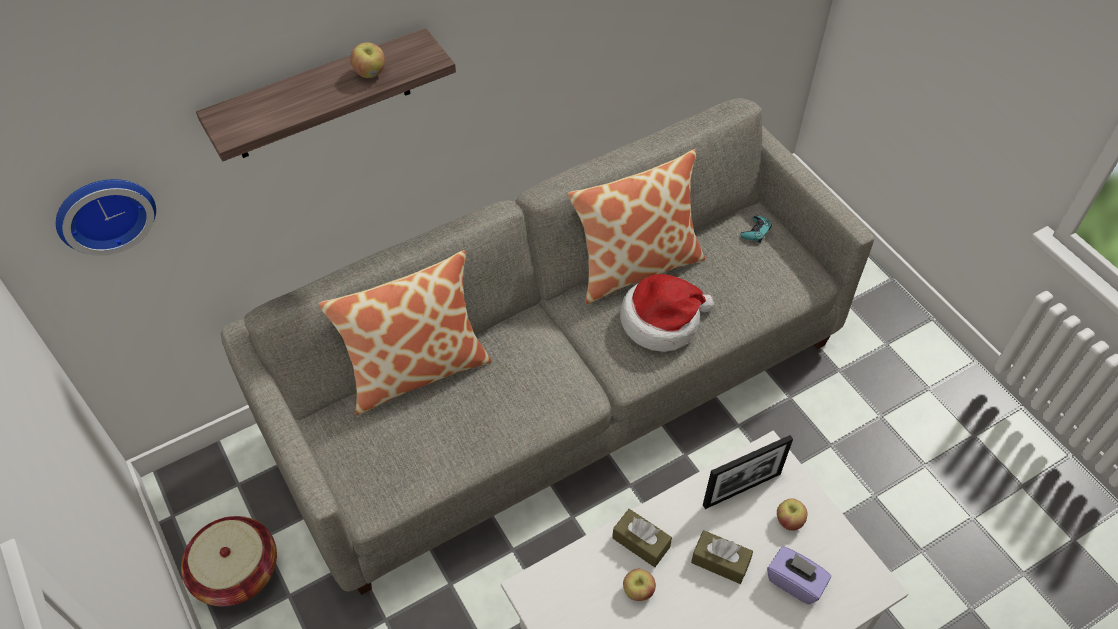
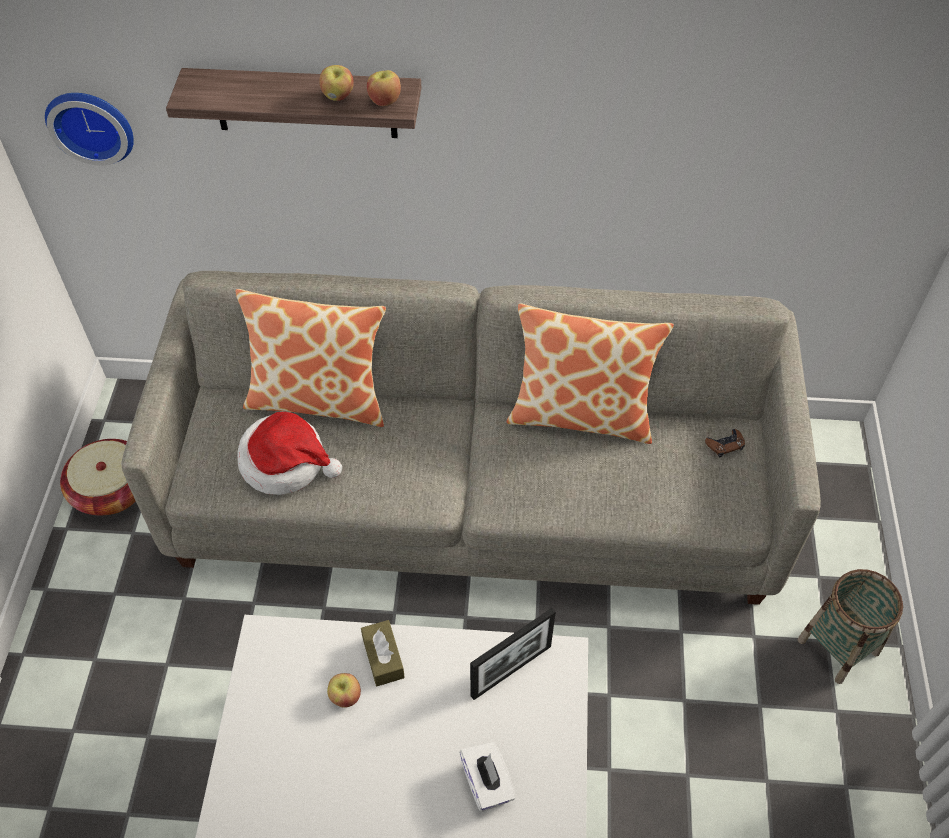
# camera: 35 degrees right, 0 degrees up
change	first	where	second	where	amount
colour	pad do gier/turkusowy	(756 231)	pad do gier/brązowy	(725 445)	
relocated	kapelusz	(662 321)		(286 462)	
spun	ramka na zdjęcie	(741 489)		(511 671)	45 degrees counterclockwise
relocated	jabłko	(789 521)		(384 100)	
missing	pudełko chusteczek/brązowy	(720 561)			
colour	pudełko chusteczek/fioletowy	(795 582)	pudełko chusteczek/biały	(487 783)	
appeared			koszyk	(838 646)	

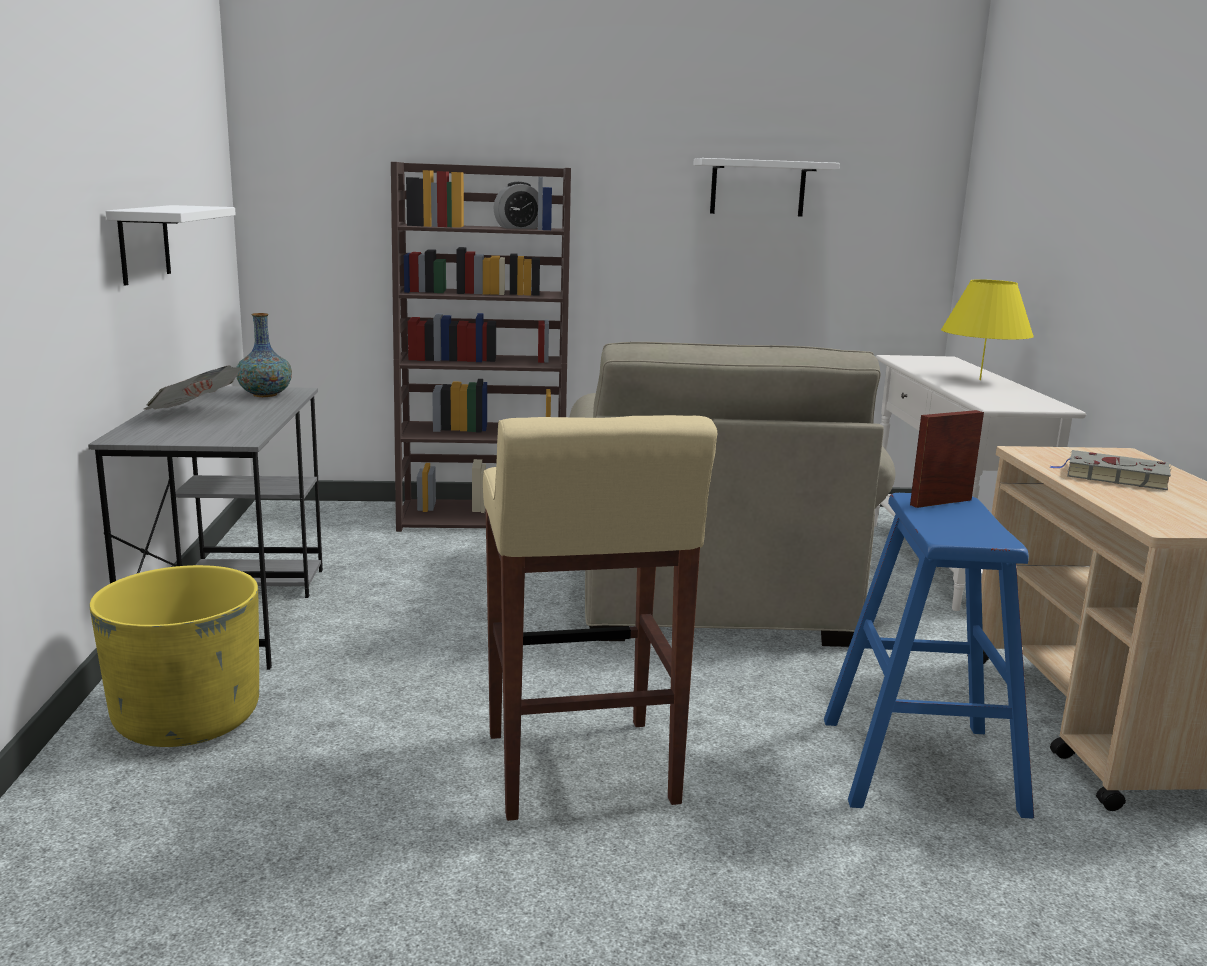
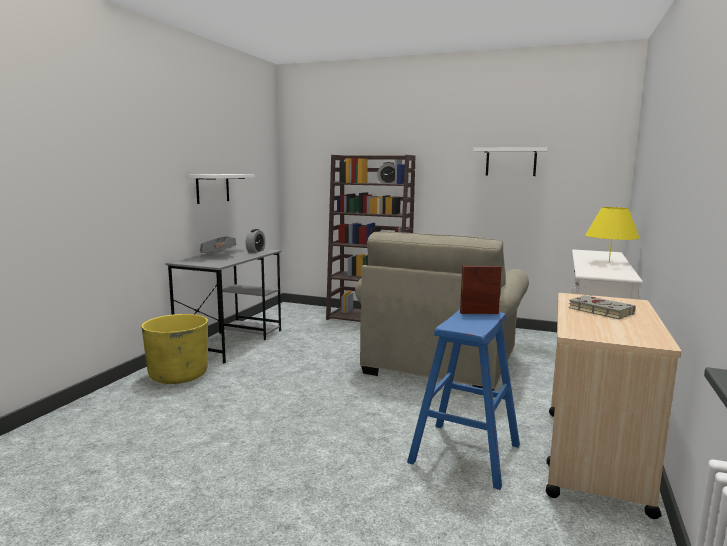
# camera: 25 degrees right, 5 degrees down
change	first	where	second	where	amount
exchanged	wazon	(265 395)	budzik	(255 251)	
missing	stołek/beżowy	(580 770)			

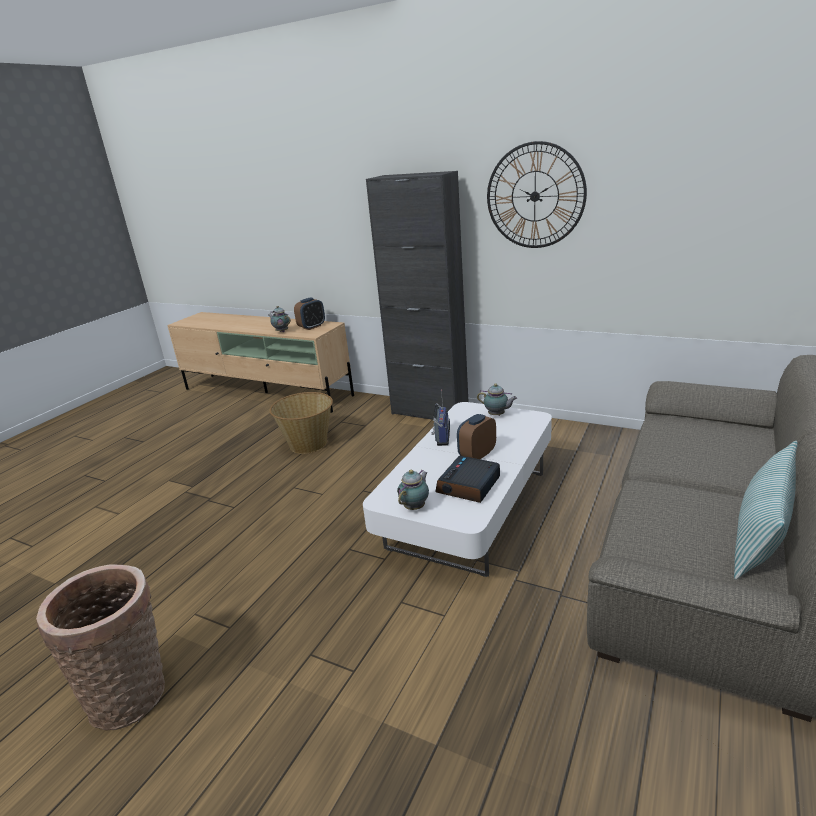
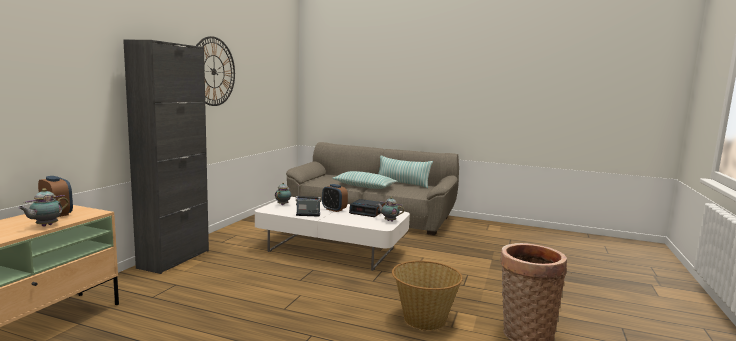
# camera: 100 degrees left, 15 degrees down
change	first	where	second	where	amount
relocated	koszyk	(308 444)		(423 319)	
appeared			poduszka	(364 186)	

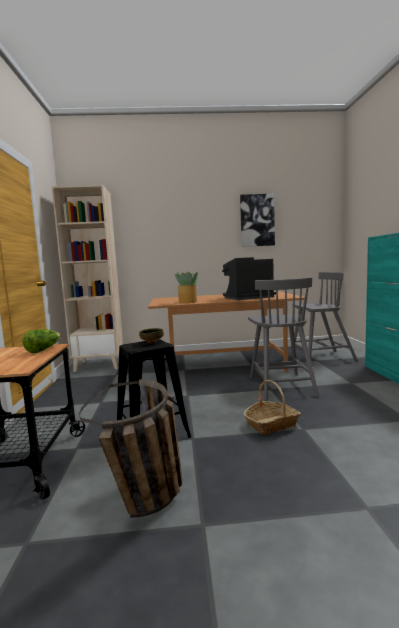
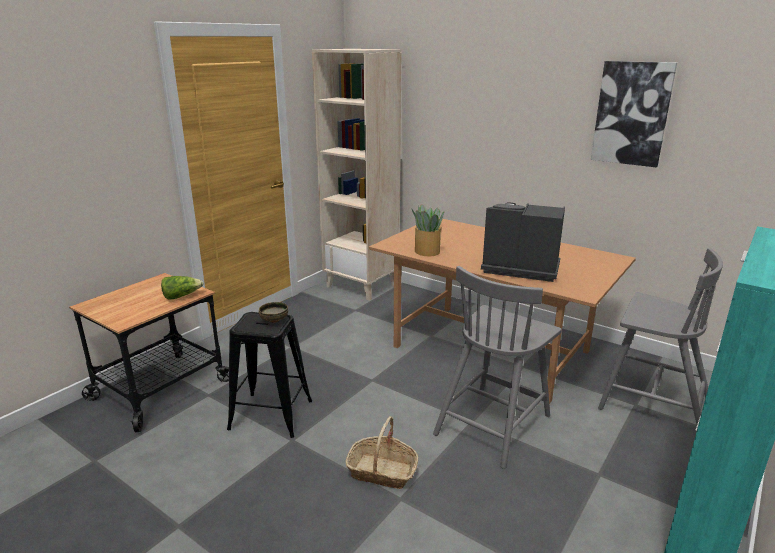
# camera: 40 degrees right, 15 degrees up
change	first	where	second	where	amount
missing	koszyk	(149 503)			

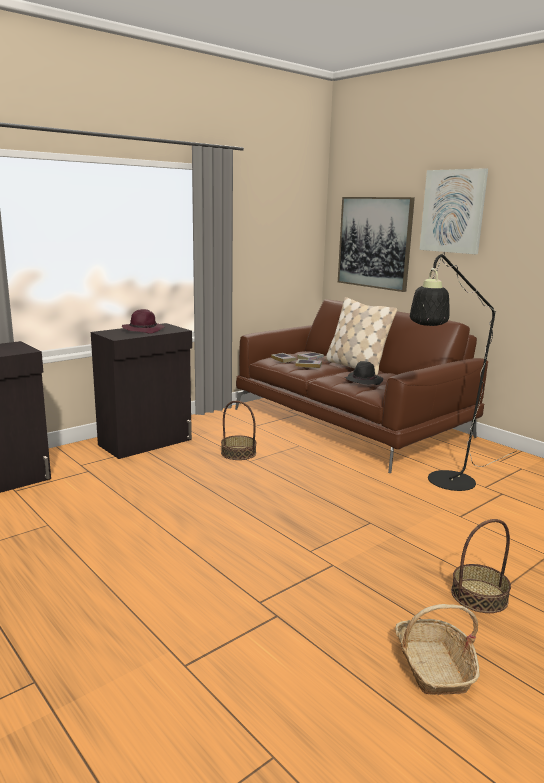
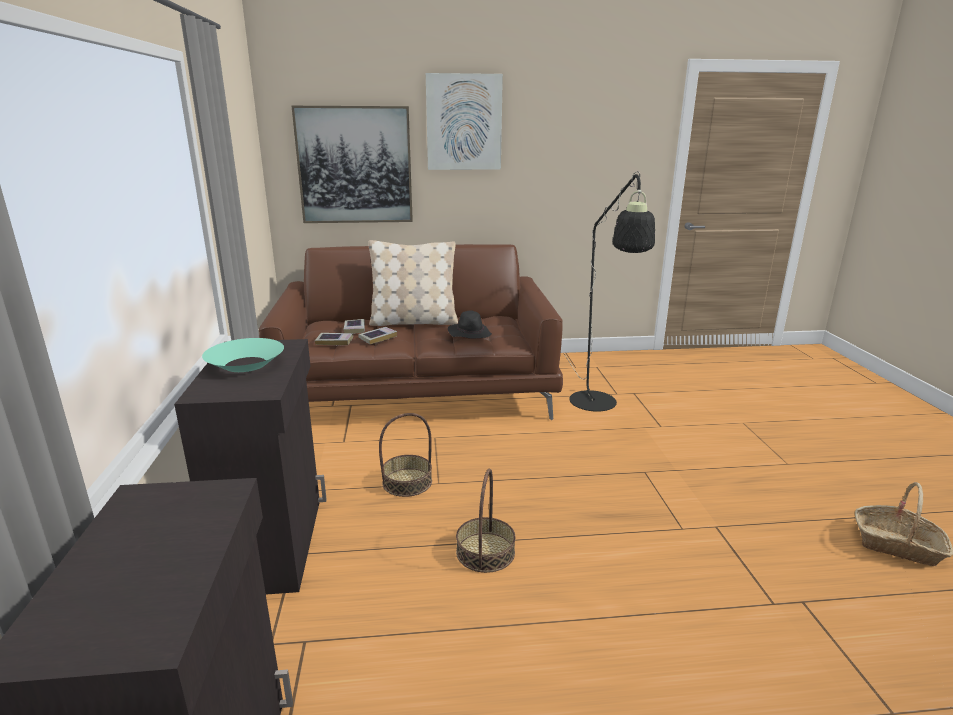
# camera: 55 degrees left, 5 degrees up
change	first	where	second	where	amount
exchanged	kapelusz/fioletowy	(144 330)	miska/turkusowy	(245 364)	
relocated	koszyk	(479 595)		(485 552)	

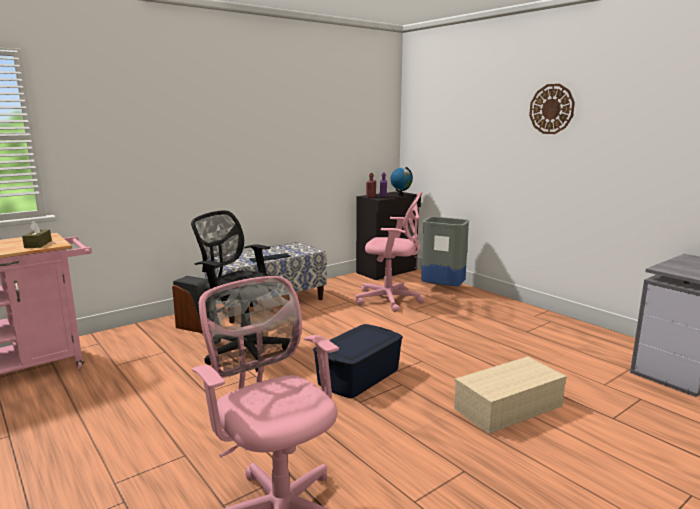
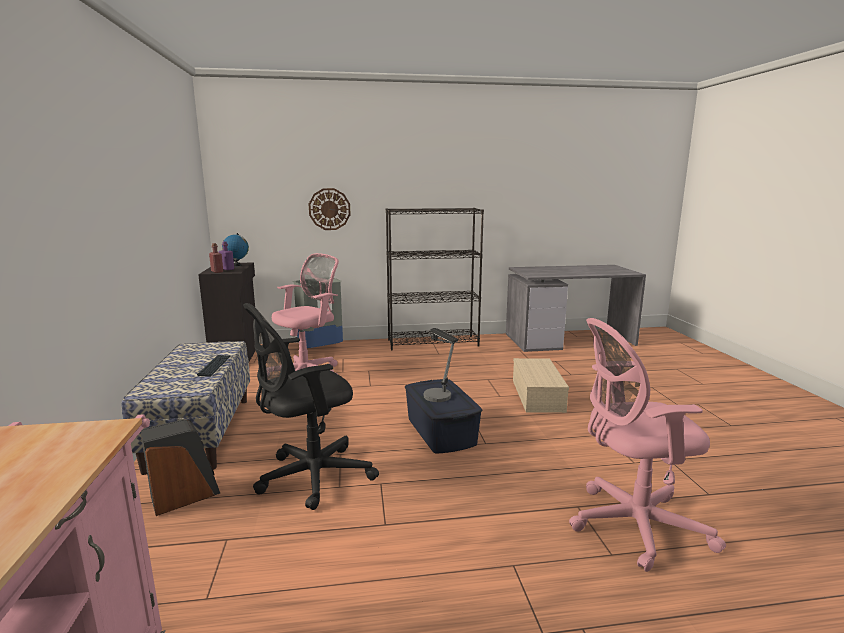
# camera: 60 degrees left, 0 degrees up
change	first	where	second	where	amount
relocated	zegar ścienny	(551 109)		(329 209)	
missing	pudełko chusteczek/brązowy	(38 244)			
appeared			regał/czarny	(433 343)	
appeared			lampa stołowa	(440 399)	

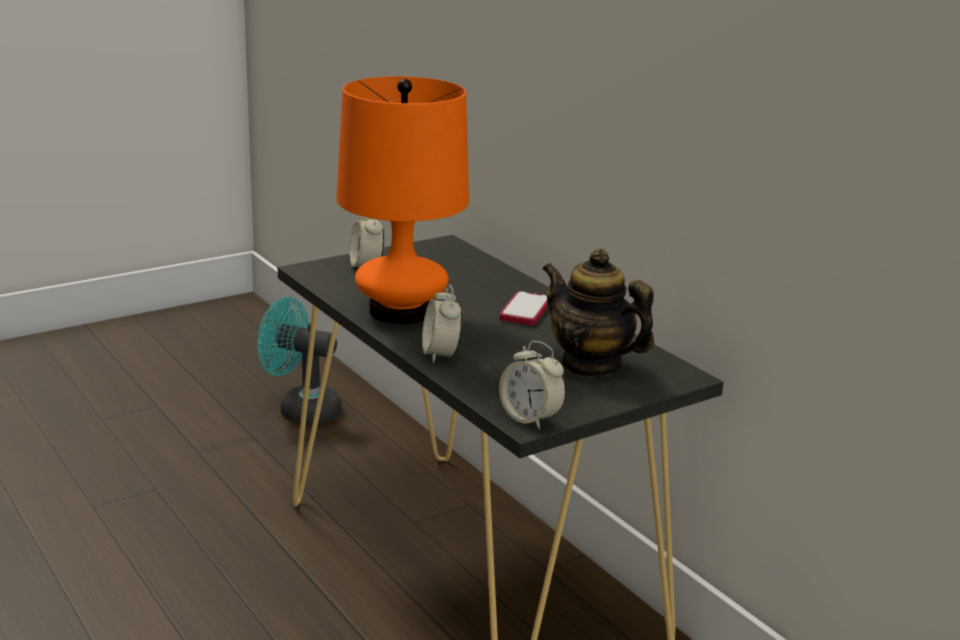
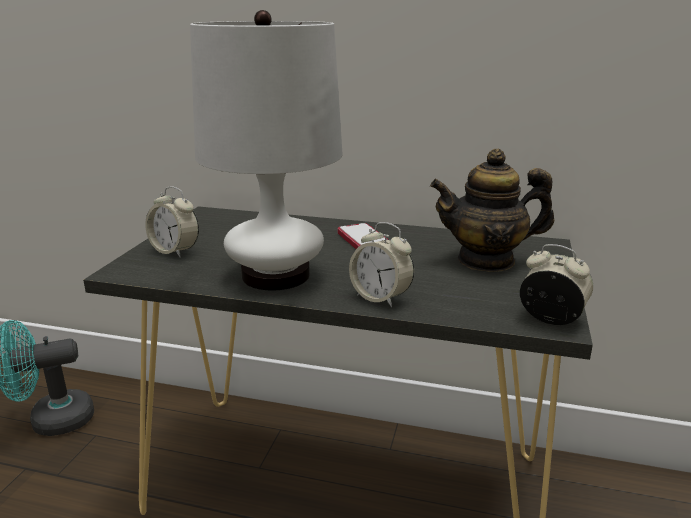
# camera: 40 degrees left, 0 degrees up
change	first	where	second	where	amount
colour	lampa stołowa/pomarańczowy	(401 311)	lampa stołowa/biały	(275 275)	
spun	budzik	(530 419)		(551 319)	150 degrees counterclockwise

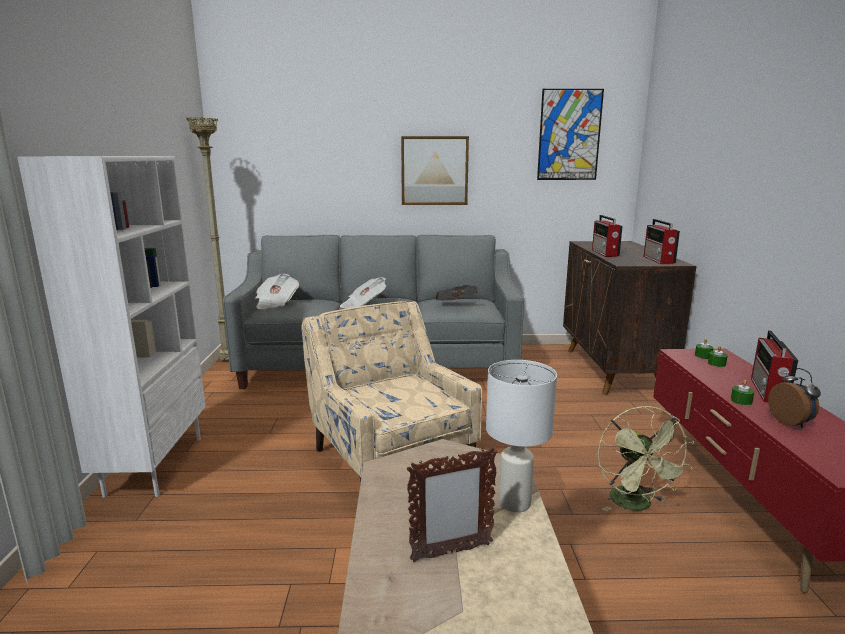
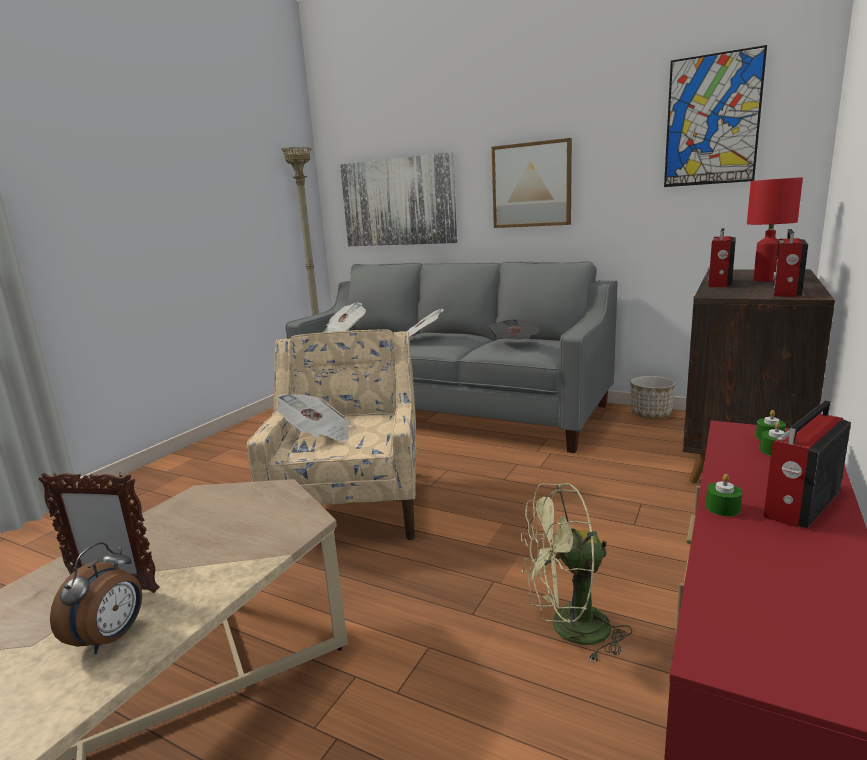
# camera: 30 degrees right, 0 degrees up
change	first	where	second	where	amount
missing	regał/biały	(154 464)			
missing	lampa stołowa/biały	(515 502)			
relocated	budzik	(791 423)		(111 638)	
spun	wentylator/zielony	(636 505)		(568 629)	60 degrees clockwise
appeared			obraz	(398 202)	
appeared			lampa stołowa/czerwony	(764 280)	
appeared			donica	(651 415)	
appeared			gazeta	(318 435)	

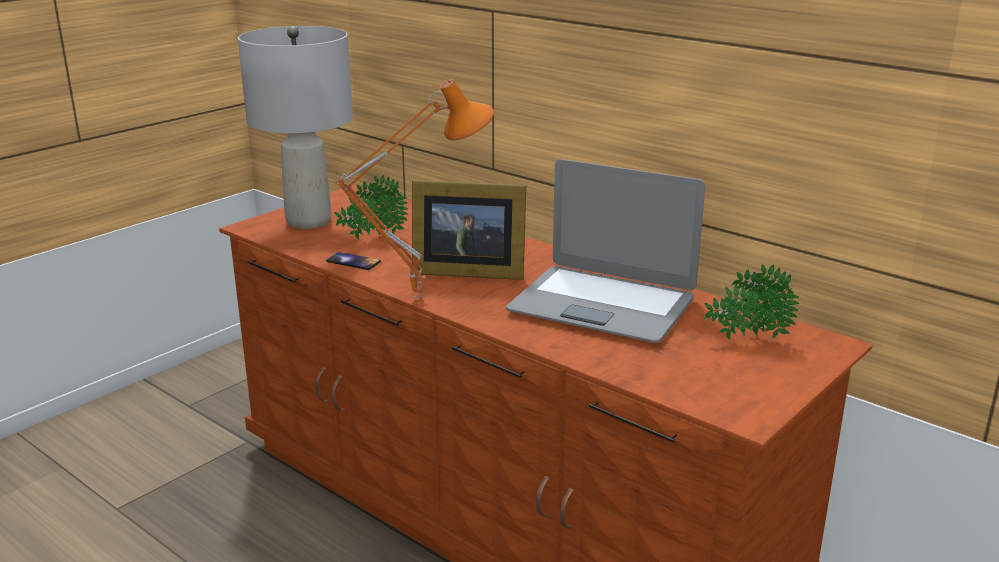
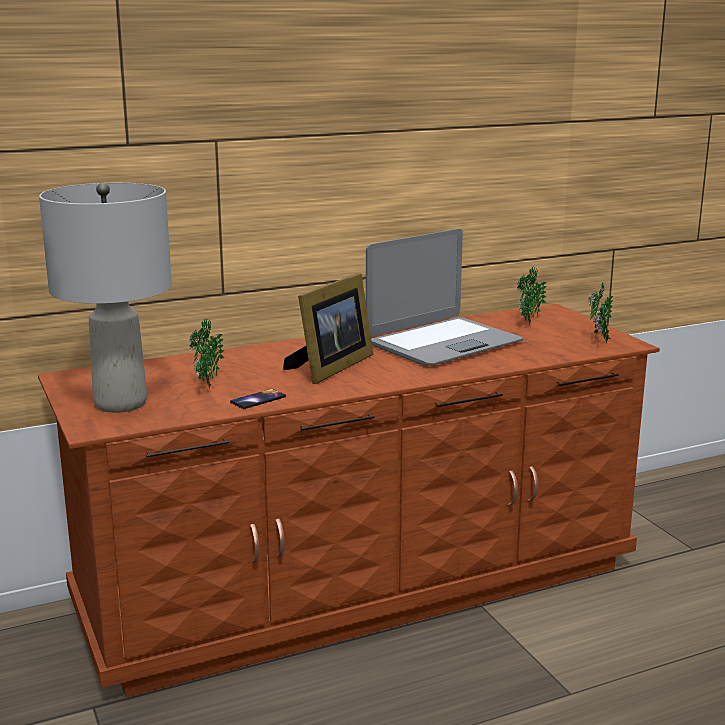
# camera: 65 degrees left, 5 degrees down
change	first	where	second	where	amount
missing	lampa stołowa/pomarańczowy	(419 295)			
appeared			roślina doniczkowa	(599 340)	

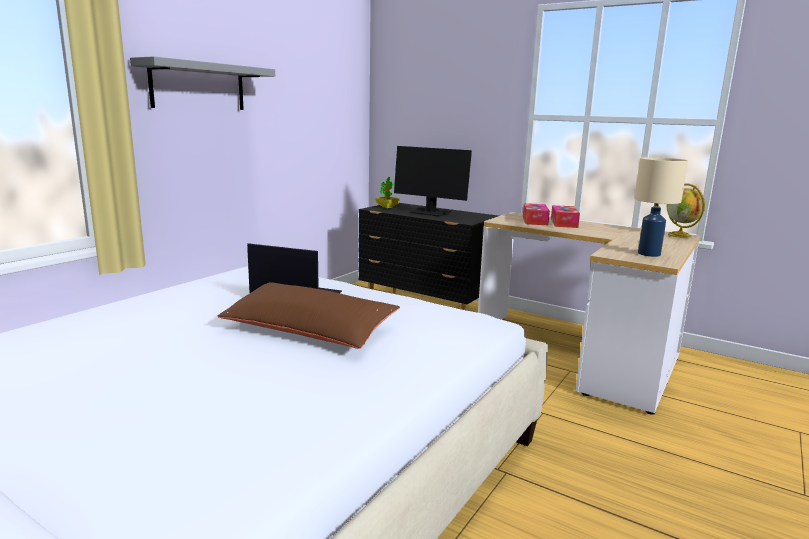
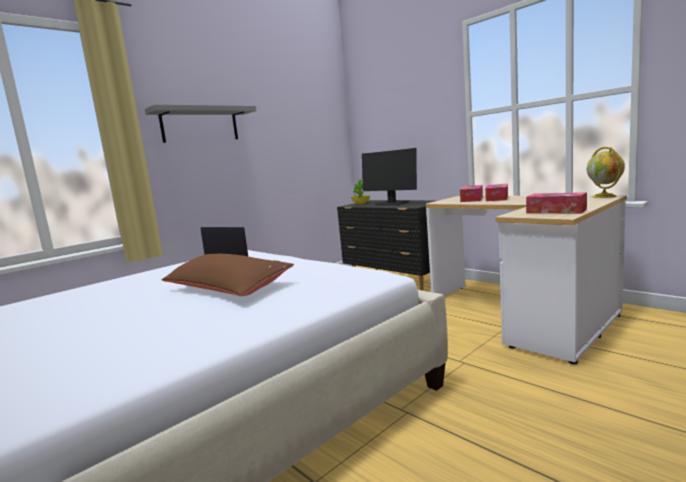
# camera: 15 degrees right, 5 degrees down
change	first	where	second	where	amount
exchanged	lampa stołowa/beżowy	(649 254)	pudełko chusteczek	(556 211)	

